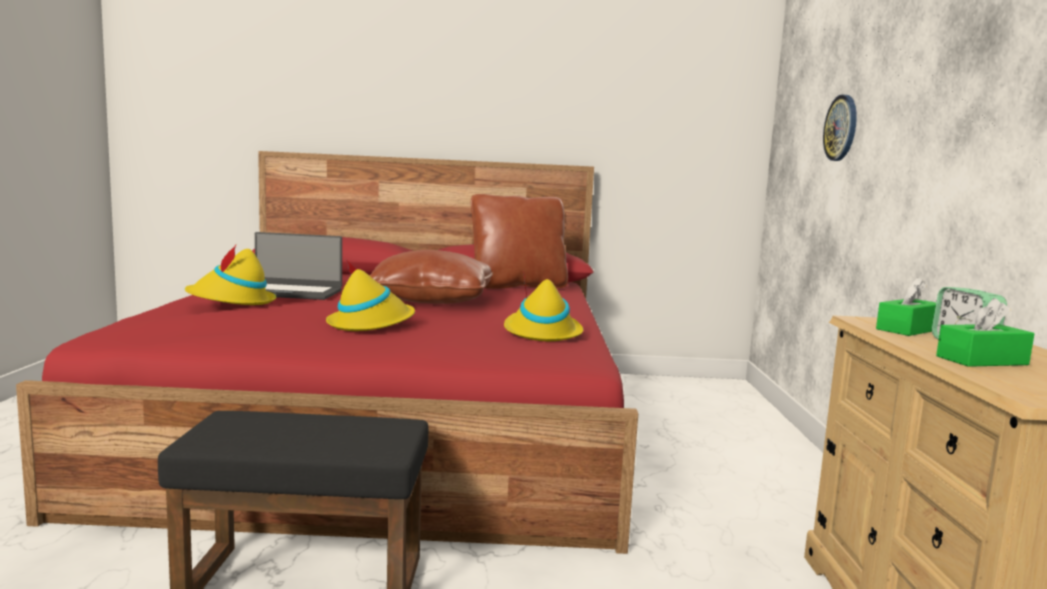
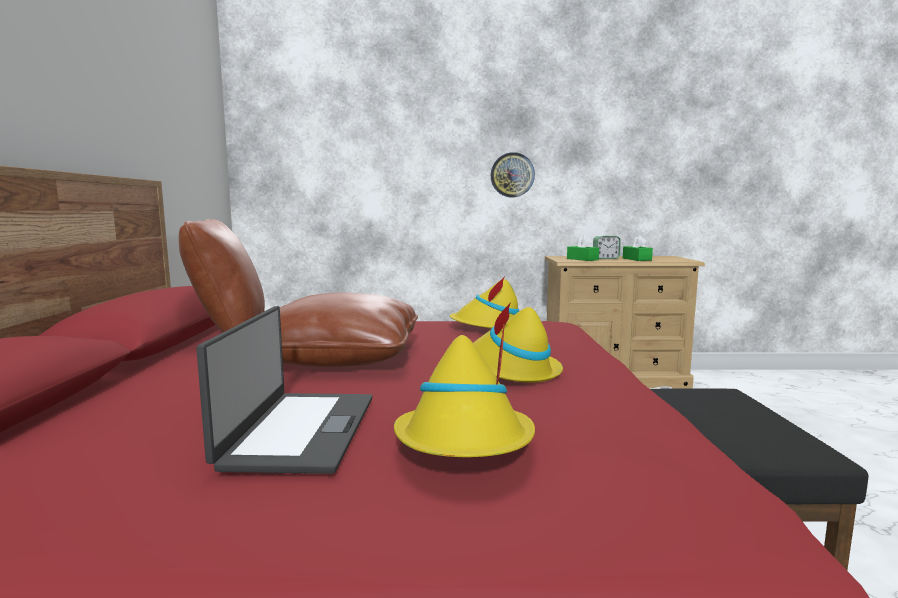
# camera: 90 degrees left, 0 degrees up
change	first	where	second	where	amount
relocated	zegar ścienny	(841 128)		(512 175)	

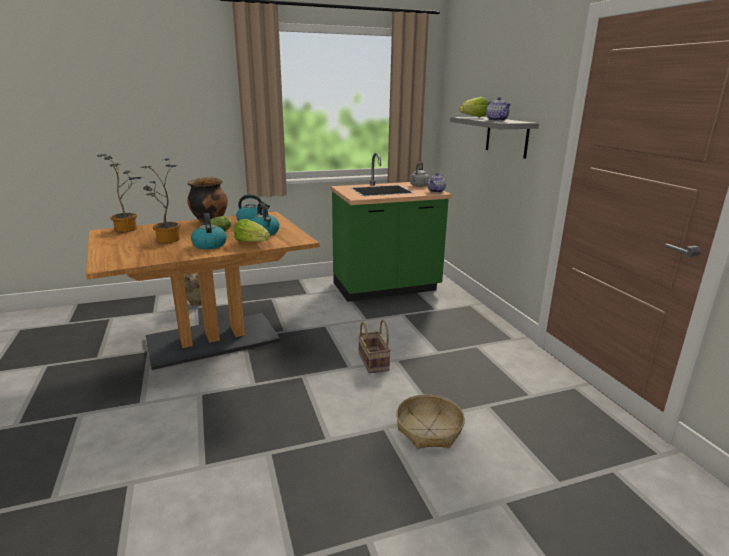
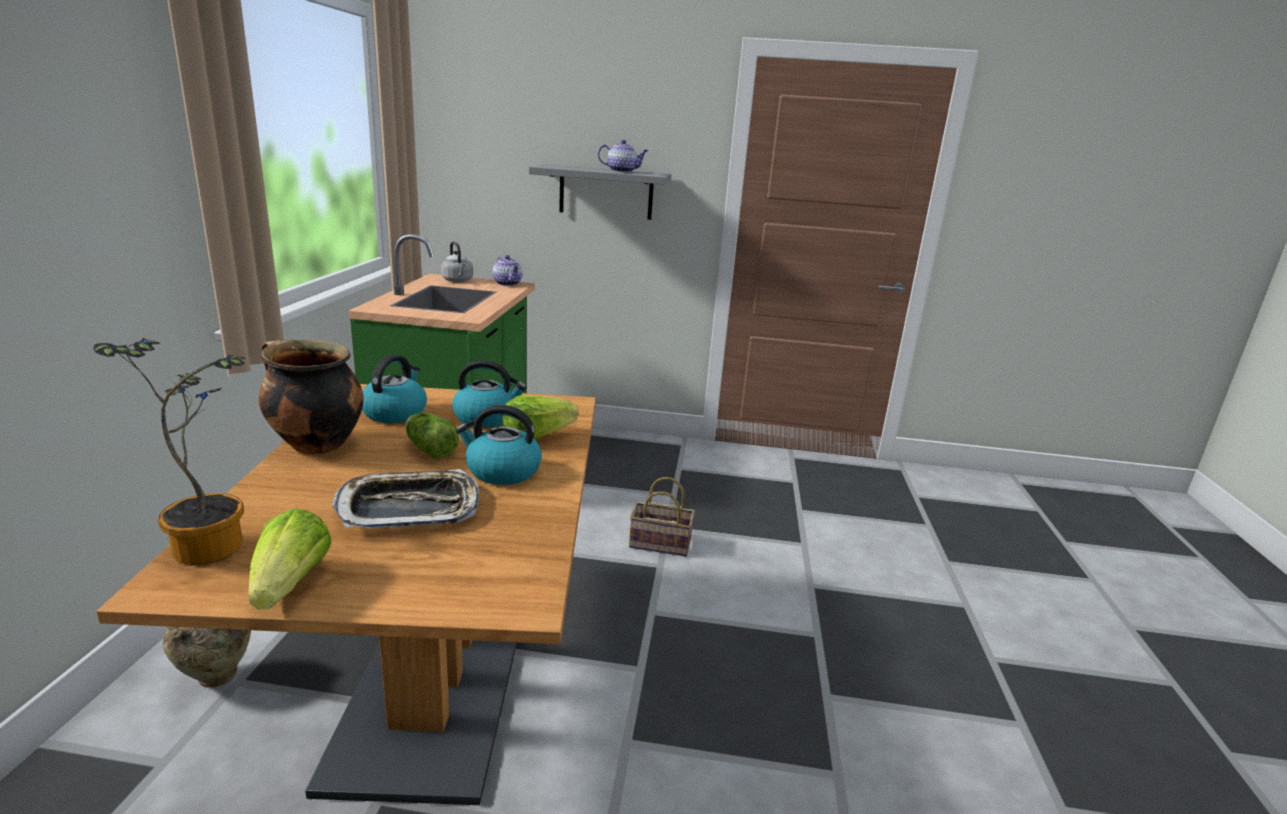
# camera: 65 degrees left, 0 degrees up
change	first	where	second	where	amount
relocated	sałata	(474 117)		(291 585)	
exchanged	roślina doniczkowa	(166 241)	taca	(409 508)	
missing	koszyk	(429 430)			

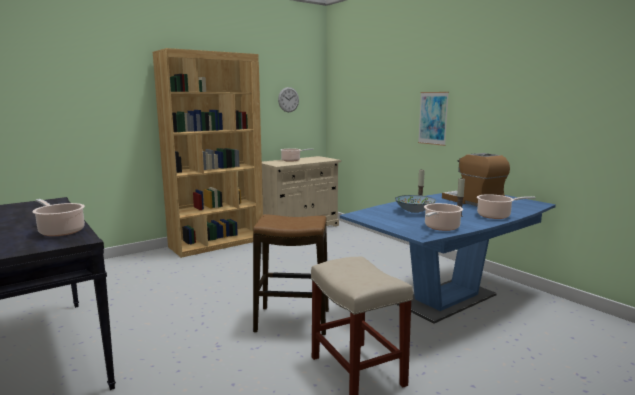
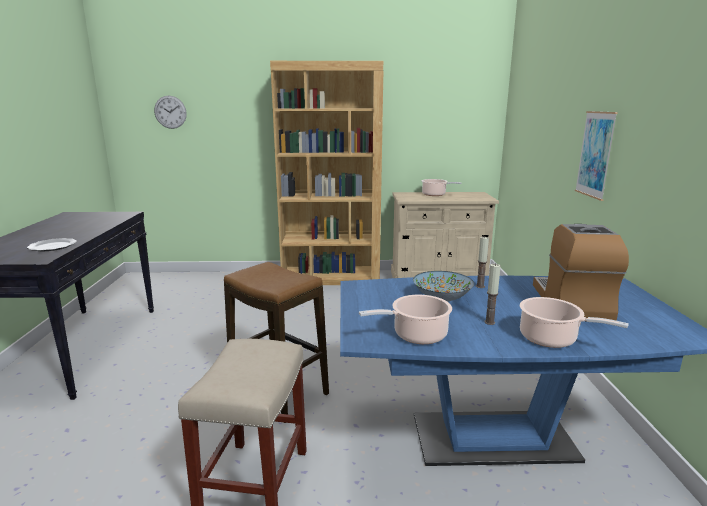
# camera: 35 degrees right, 5 degrees up
change	first	where	second	where	amount
relocated	zegar ścienny	(288 99)		(170 112)	
exchanged	garnek	(60 231)	talerz	(53 246)	

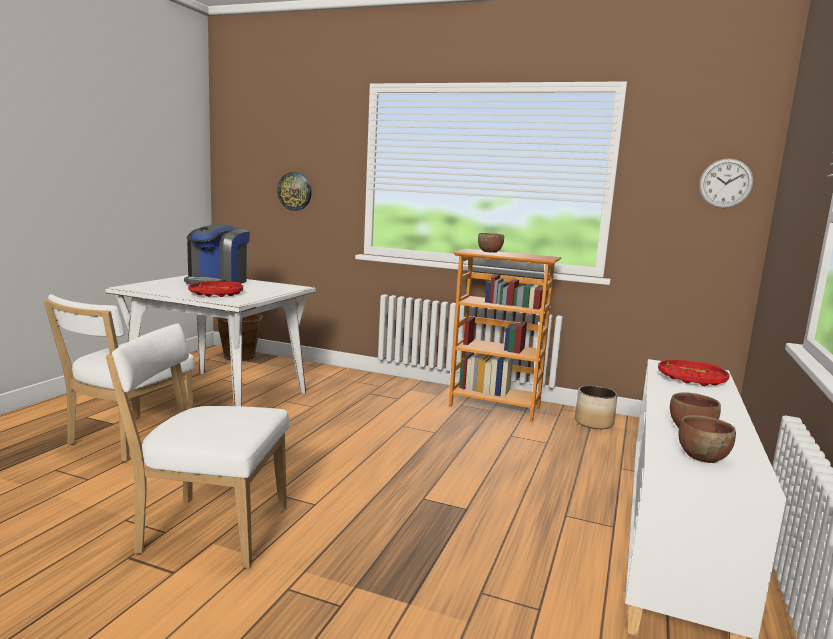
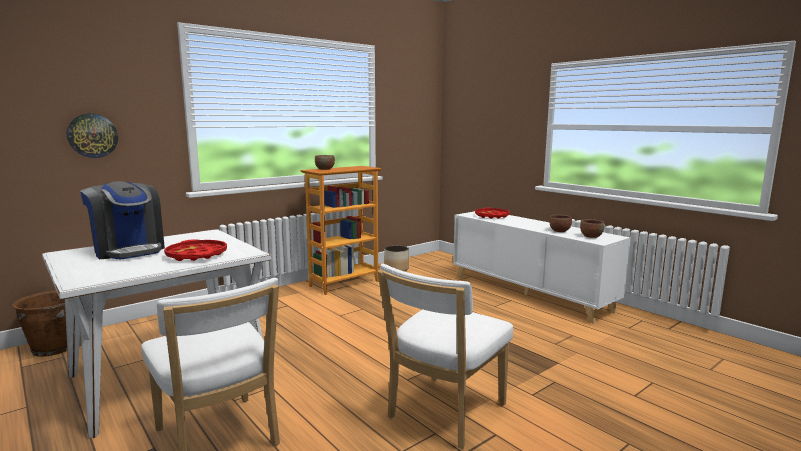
# camera: 60 degrees left, 0 degrees up
change	first	where	second	where	amount
missing	zegar ścienny	(725 183)			

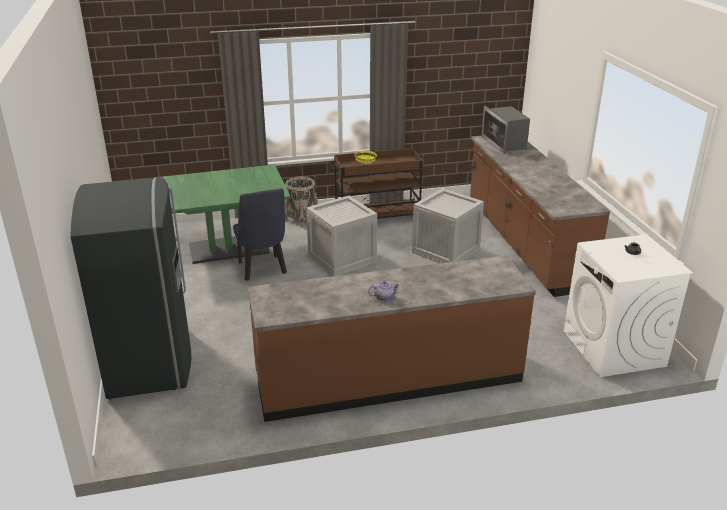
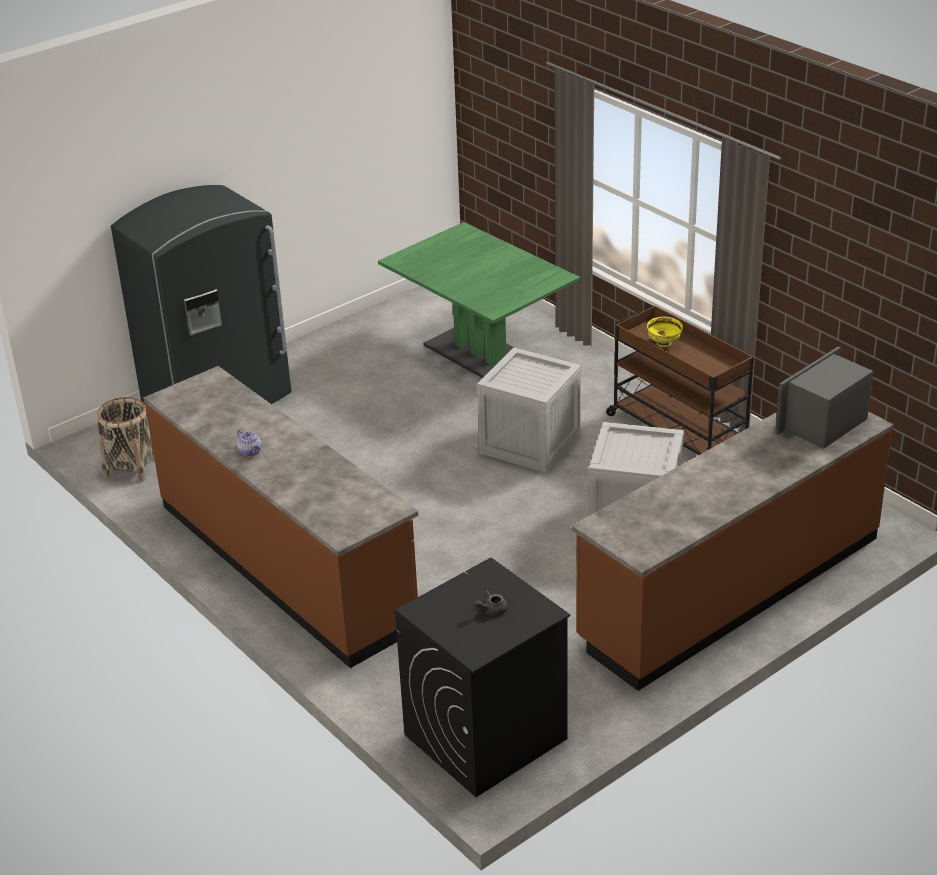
# camera: 65 degrees right, 5 degrees up
change	first	where	second	where	amount
relocated	koszyk	(301 219)		(131 467)	
missing	krzesło/niebieski	(263 270)			
colour	pralka/biały	(614 349)	pralka/czarny	(485 737)	

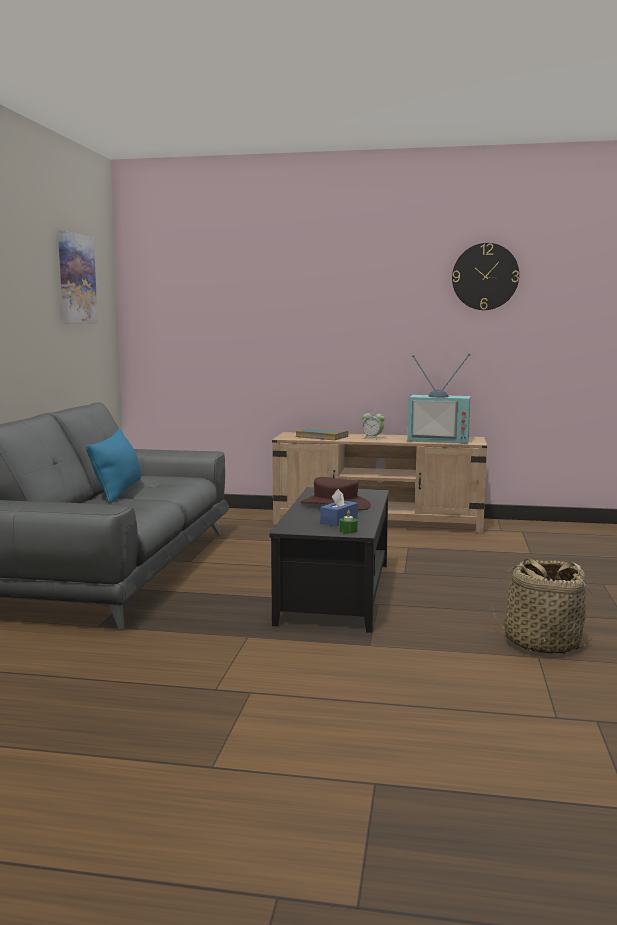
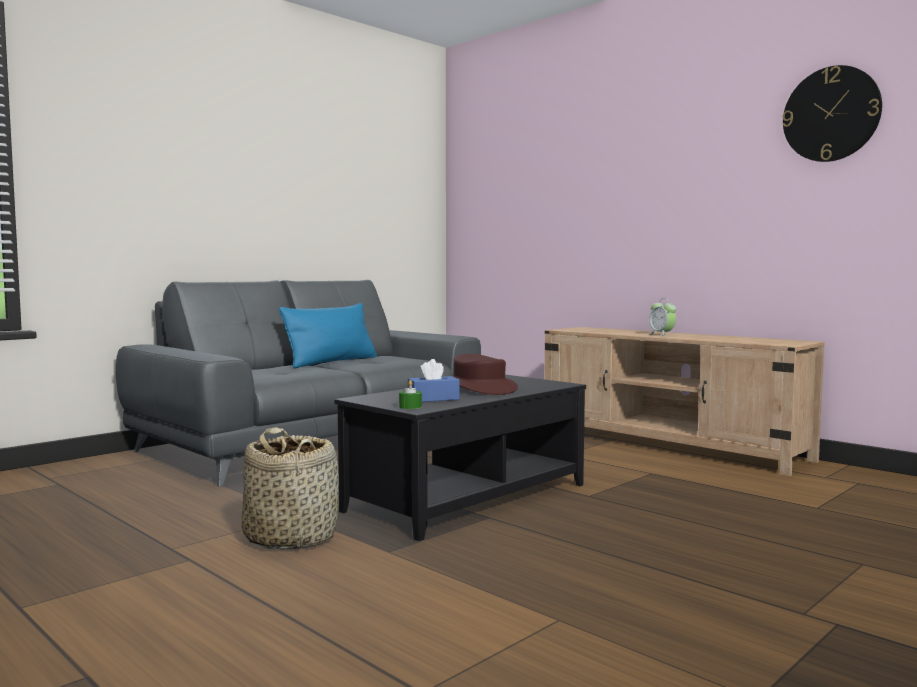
# camera: 35 degrees right, 5 degrees down
change	first	where	second	where	amount
missing	obraz	(76 279)			
missing	telewizor	(439 439)			
missing	książka	(322 436)			
relocated	koszyk	(541 643)		(291 537)	

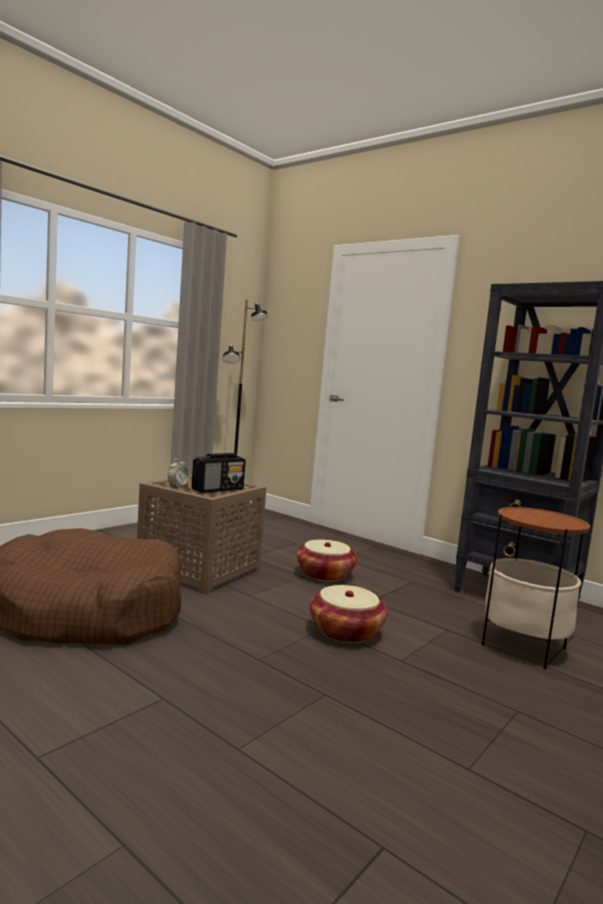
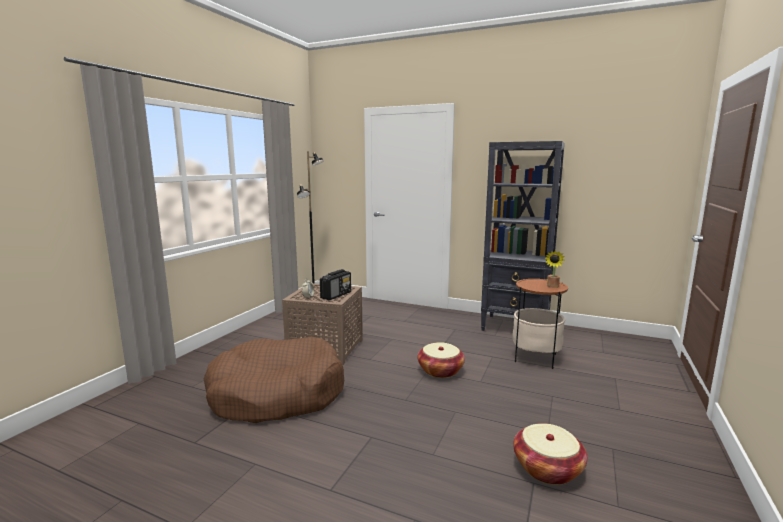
# camera: 15 degrees left, 5 degrees up
change	first	where	second	where	amount
relocated	koszyk	(324 575)		(547 468)	
appeared			roślina doniczkowa	(552 286)	

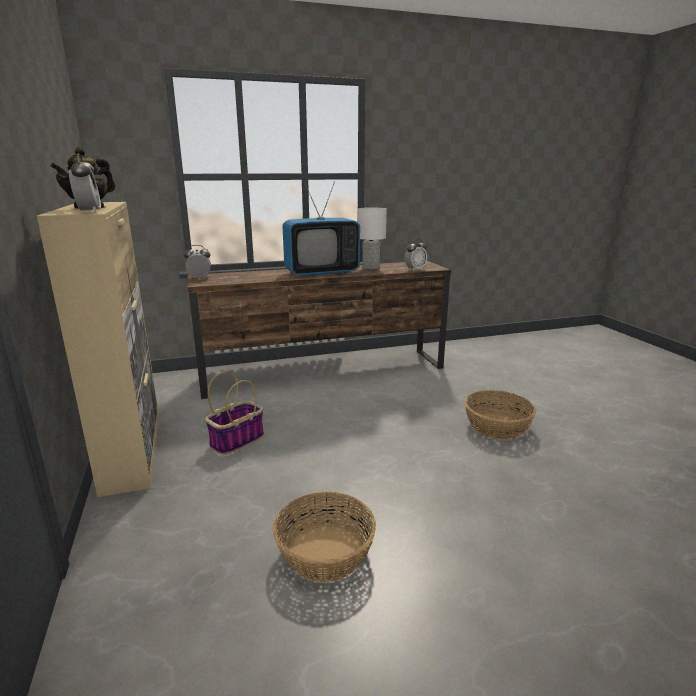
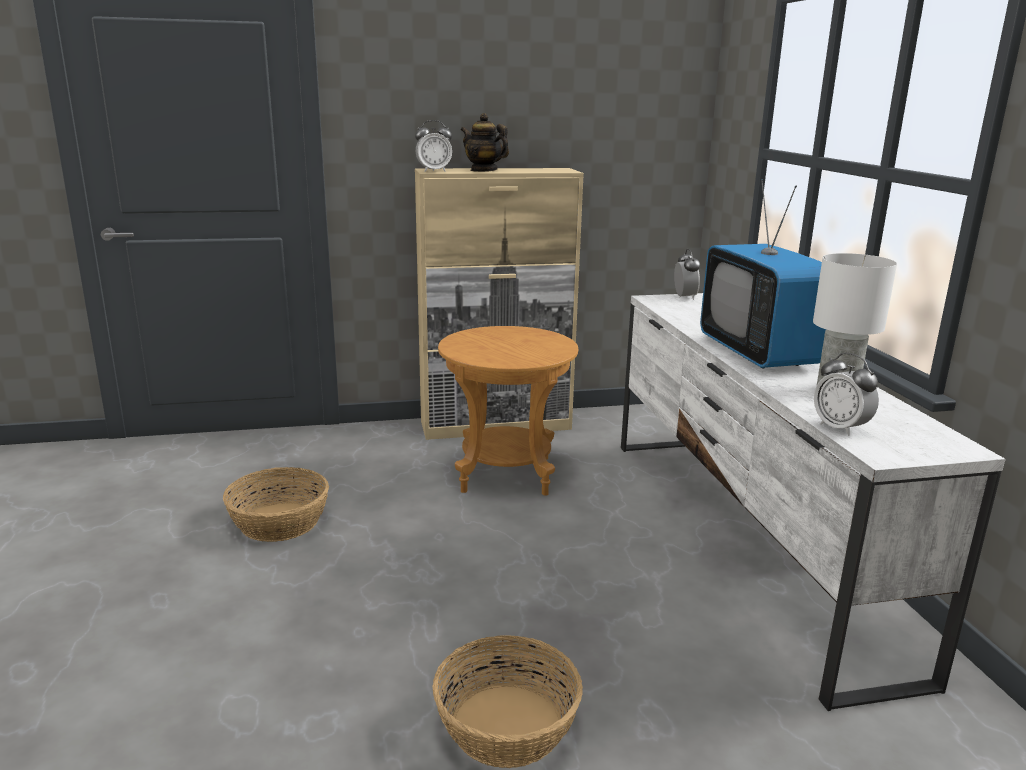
# camera: 95 degrees right, 0 degrees up
change	first	where	second	where	amount
colour	szafka pod telewizor/brązowy	(325 372)	szafka pod telewizor/biały	(742 541)	
exchanged	koszyk	(237 440)	stolik/brązowy	(506 474)	

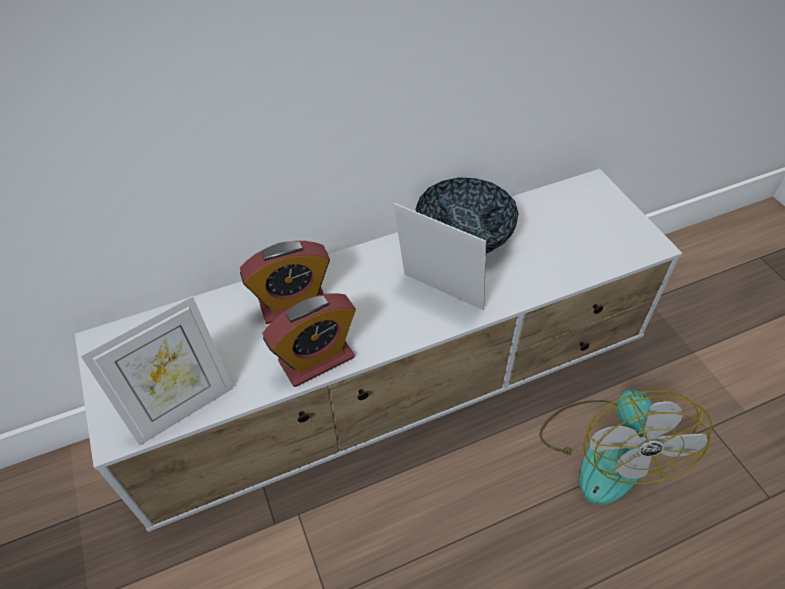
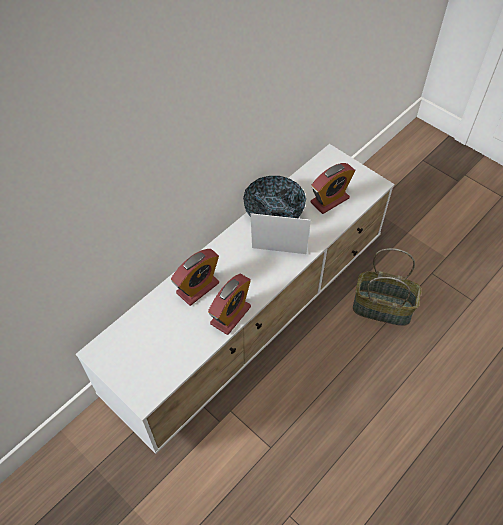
# camera: 25 degrees left, 5 degrees up
change	first	where	second	where	amount
missing	ramka na zdjęcie	(183 408)			
exchanged	wentylator	(606 450)	koszyk	(383 307)	
appeared			budzik	(329 200)	

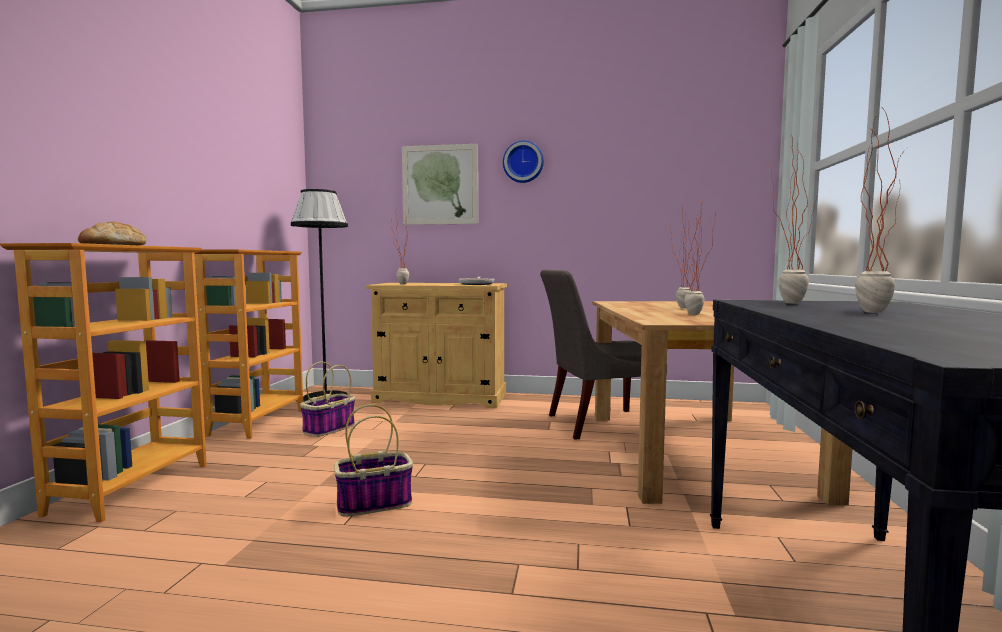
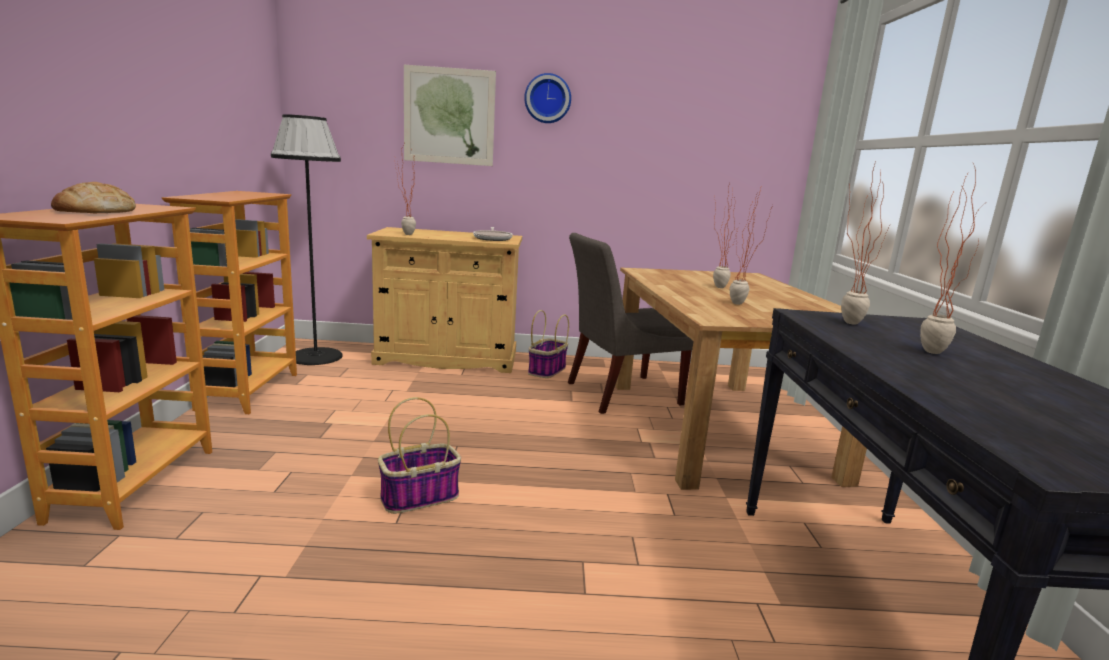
# camera: 10 degrees left, 10 degrees up
change	first	where	second	where	amount
relocated	koszyk	(329 429)		(547 371)	

